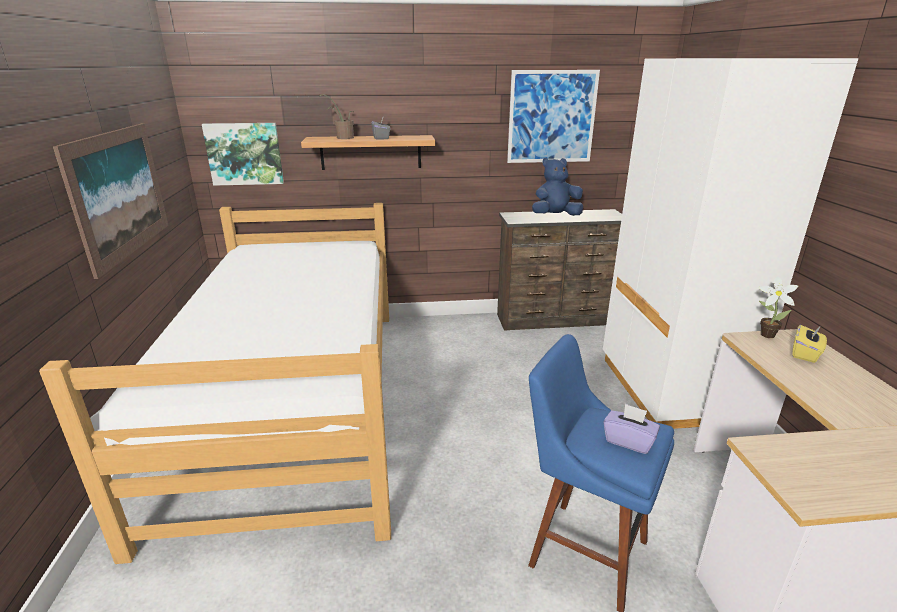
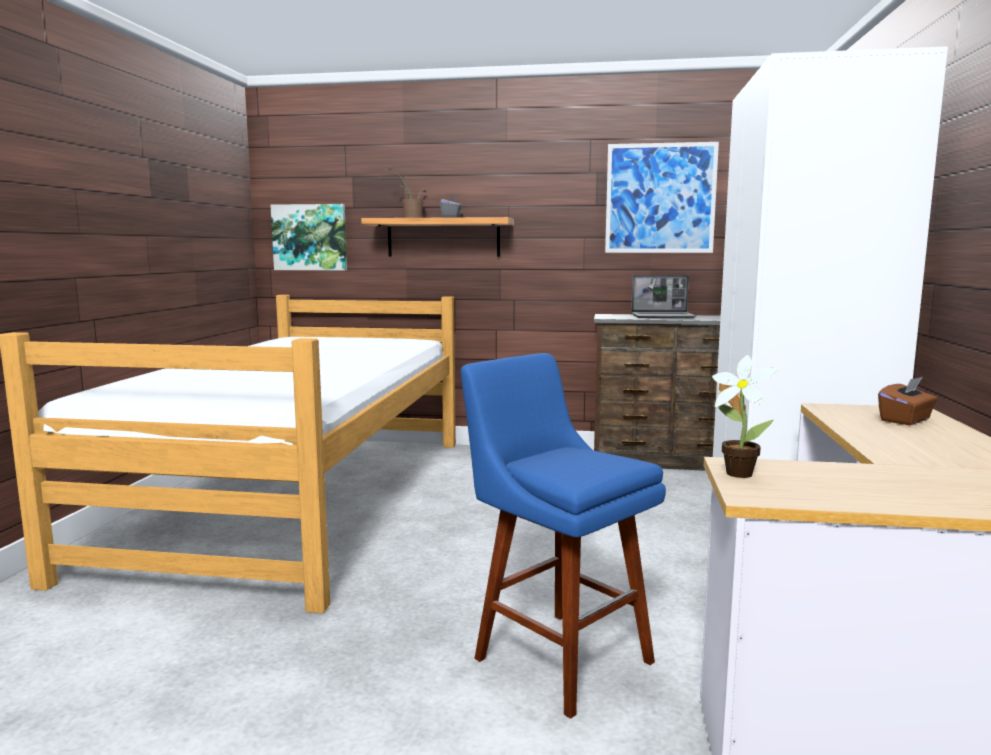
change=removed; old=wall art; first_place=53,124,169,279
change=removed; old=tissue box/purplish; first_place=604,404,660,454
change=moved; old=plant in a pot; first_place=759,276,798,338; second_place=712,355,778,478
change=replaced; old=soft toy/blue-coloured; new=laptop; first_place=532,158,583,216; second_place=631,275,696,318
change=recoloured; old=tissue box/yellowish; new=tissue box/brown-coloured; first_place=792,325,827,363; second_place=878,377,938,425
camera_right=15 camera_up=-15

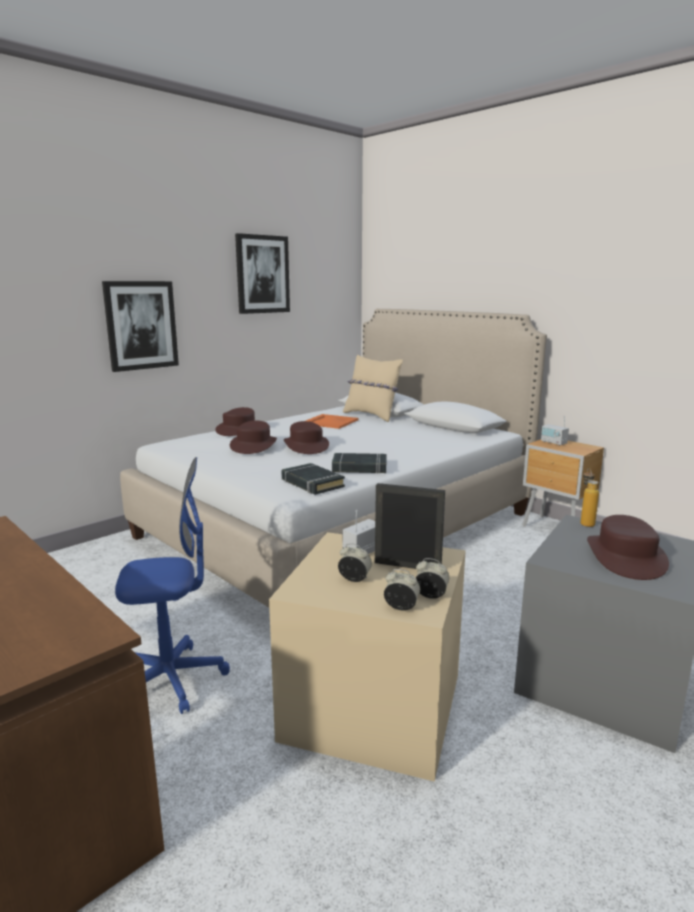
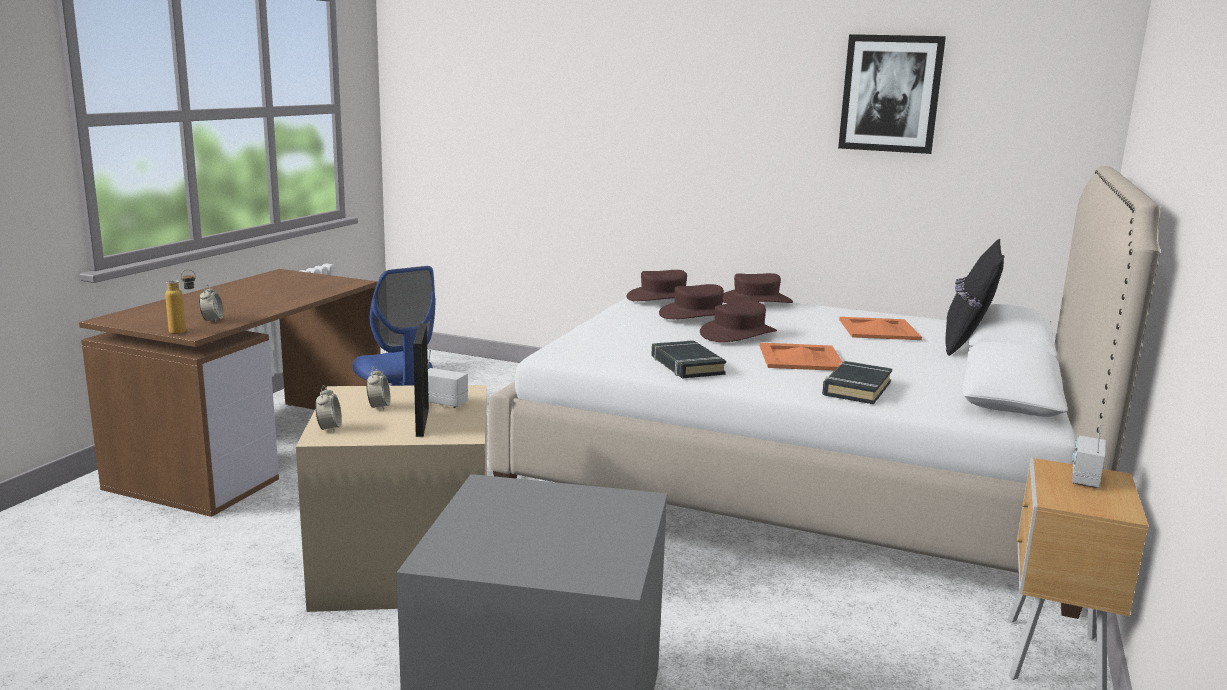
change=removed; old=wall art; first_place=102,281,179,372
change=added; new=serving tray/orange-coloured; second_place=760,343,843,371
change=moved; old=volume/blackish; first_place=281,463,345,495; second_place=822,361,892,404
change=moved; old=bedside clock; first_place=416,558,449,599; second_place=199,285,224,323
change=moved; old=drink bottle; first_place=581,468,599,527; second_place=165,269,196,334
change=moved; old=hat/brown-coloured; first_place=587,515,669,580; second_place=627,270,687,301
change=recoloured; old=throw pillow/sand-coloured; new=throw pillow/blackish; first_place=343,355,403,422; second_place=946,239,1004,356
camera_right=65 camera_up=0

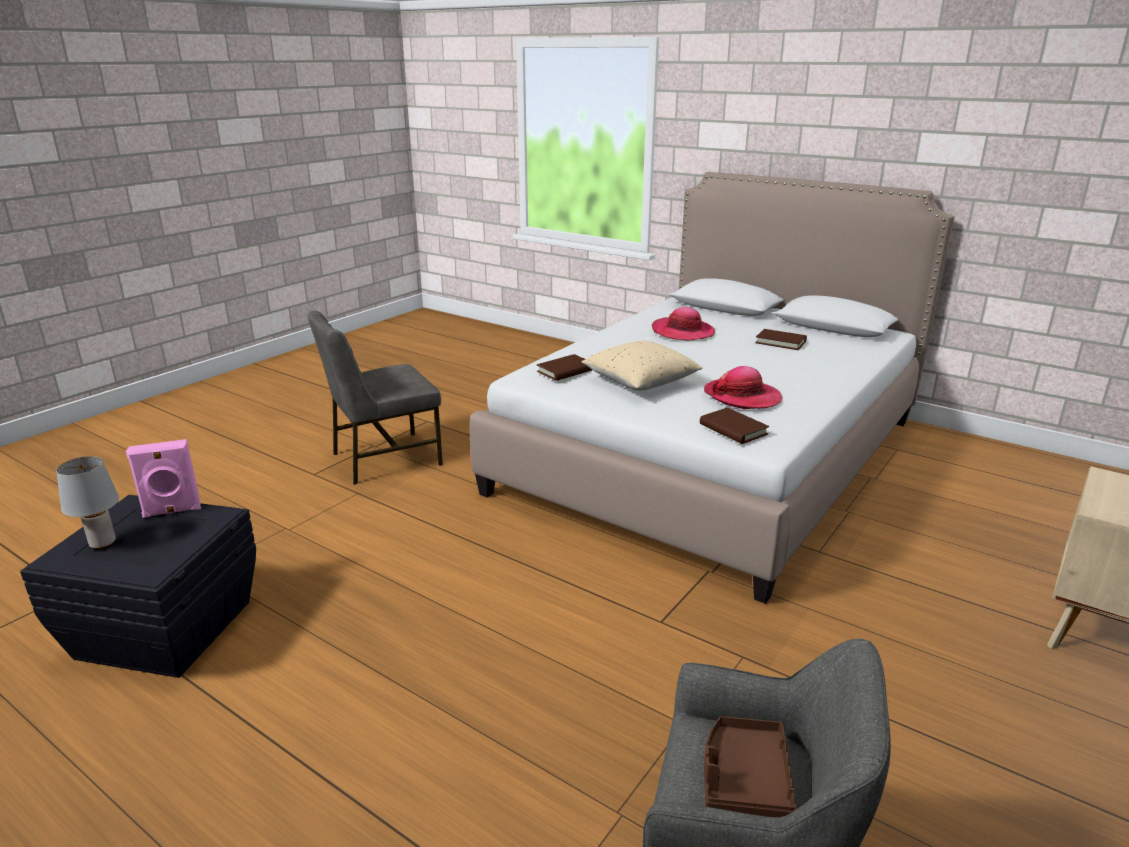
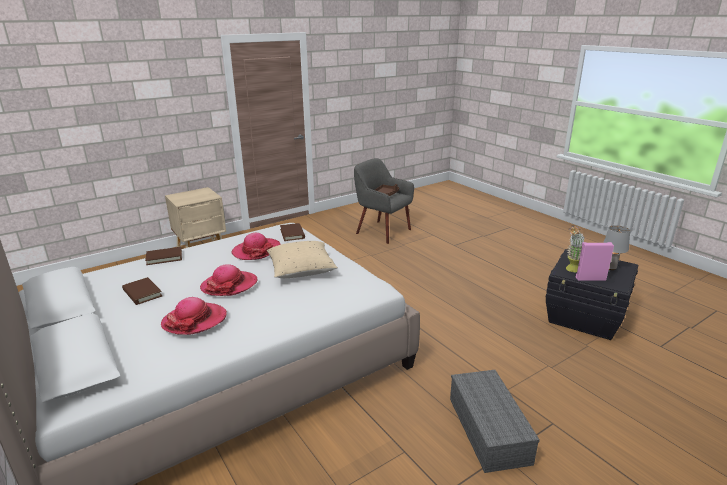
change=added; new=hat; second_place=200,264,257,296
change=added; new=plant in a pot; second_place=566,225,585,272
change=moved; old=volume/brown-coloured; first_place=537,354,592,381; second_place=145,247,182,265
change=replaced; old=chair/grey; new=storage container/grey; first_place=308,310,443,485; second_place=450,370,540,473
camera_right=-160 camera_up=0

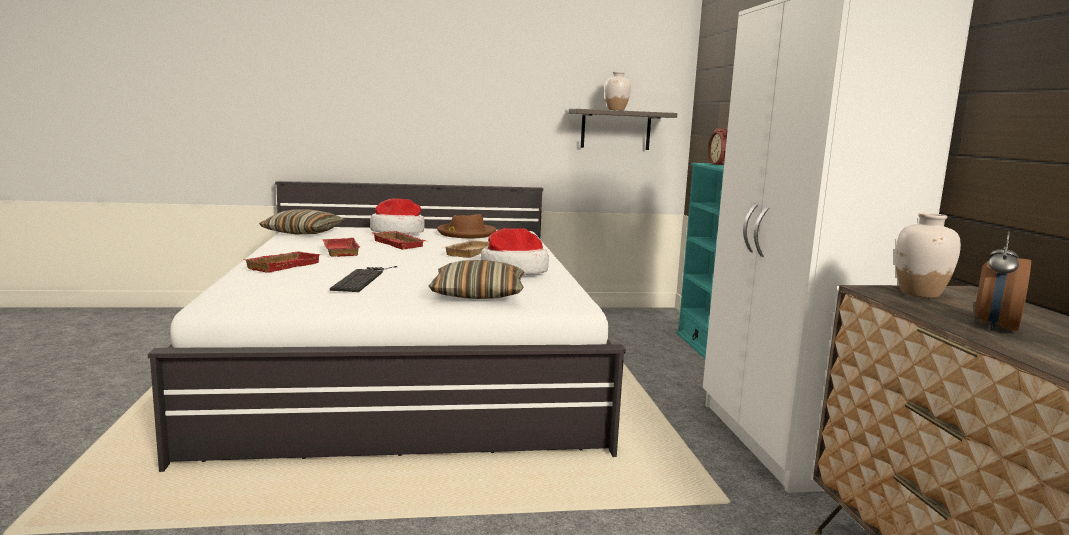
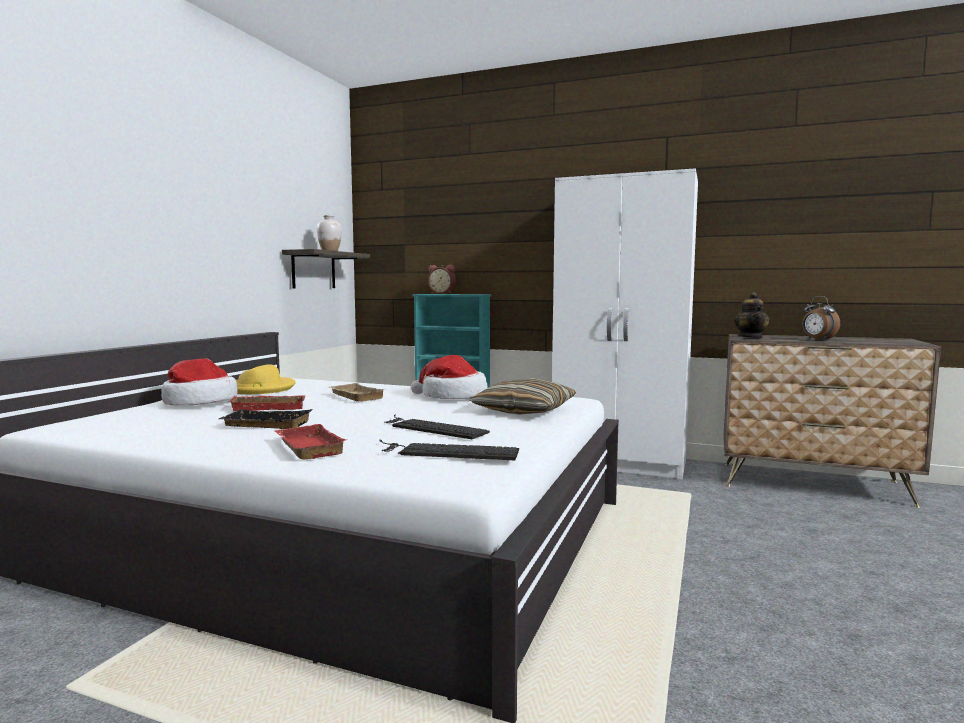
change=removed; old=throw pillow; first_place=259,209,346,235
change=added; new=PC keyboard; second_place=379,440,519,460
change=replaced; old=decorative vase/whitish; new=pot for tea; first_place=895,213,961,298; second_place=734,292,770,338
change=recoloured; old=serving tray/red-coloured; new=serving tray/blackish; first_place=322,238,360,257; second_place=219,409,313,429
change=recoloured; old=hat/brown-coloured; new=hat/yellowish; first_place=437,214,496,238; second_place=236,364,296,394
camera_right=-60 camera_up=-5

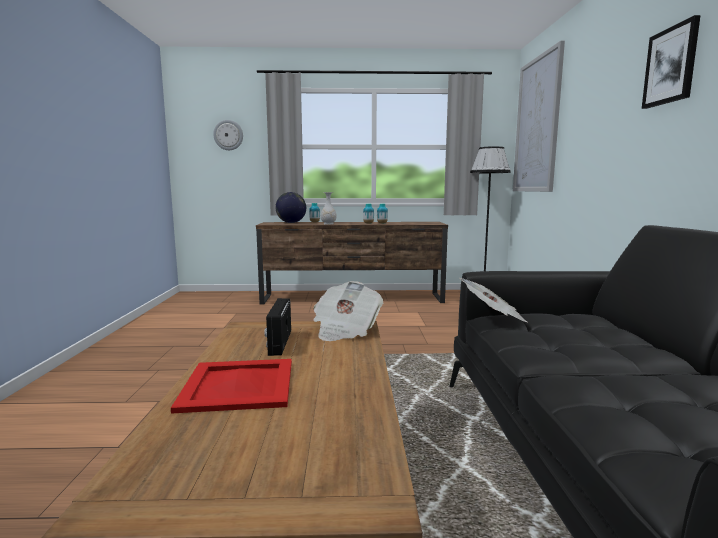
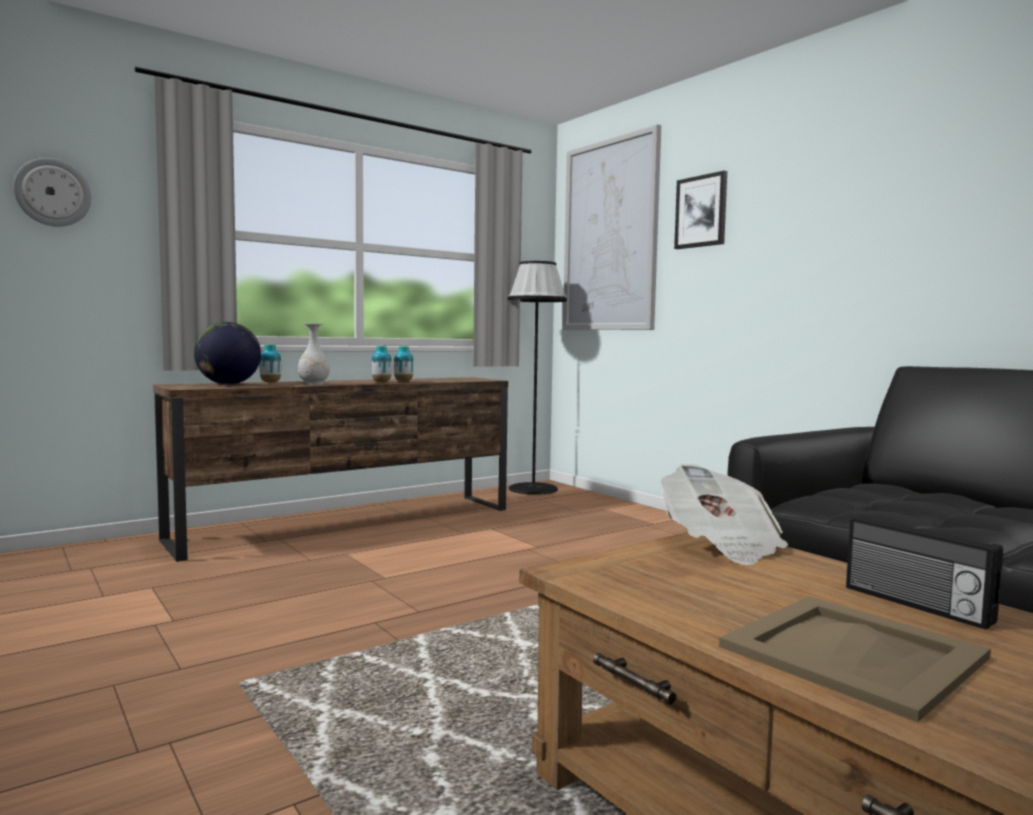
change=removed; old=newspaper; first_place=459,278,529,323
change=moved; old=radio set; first_place=265,298,291,356; second_place=846,516,1003,630
change=moved; old=wall art; first_place=642,15,701,109; second_place=674,171,727,249
change=recoloured; old=serving tray/red-coloured; new=serving tray/sand-coloured; first_place=171,359,292,414; second_place=719,596,991,722
camera_right=-35 camera_up=-5

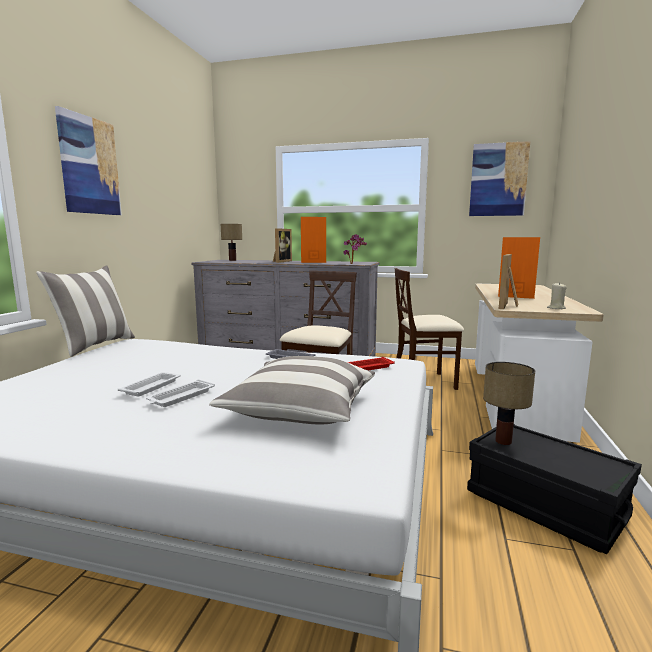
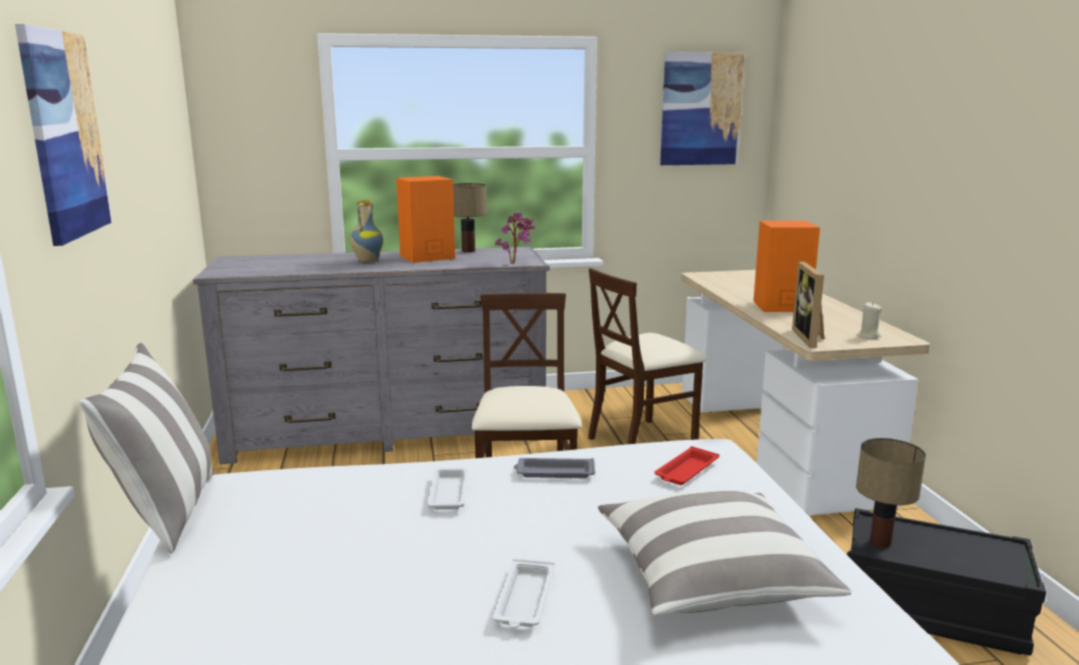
change=moved; old=serving tray/whitish; first_place=118,372,181,396; second_place=427,467,468,510
change=moved; old=table lamp; first_place=221,224,242,261; second_place=453,183,487,253
change=replaced; old=photo frame; new=decorative vase; first_place=273,228,292,263; second_place=350,200,383,262
camera_right=-25 camera_up=5

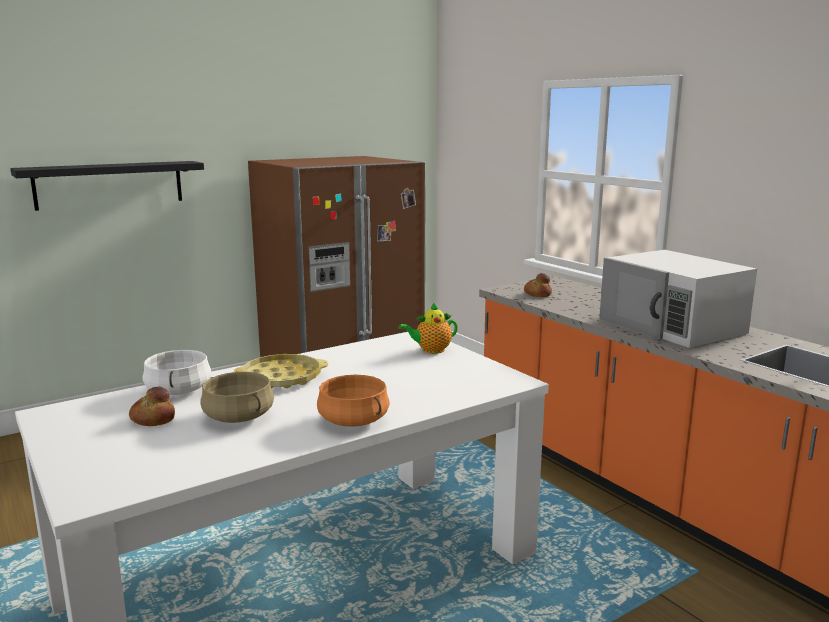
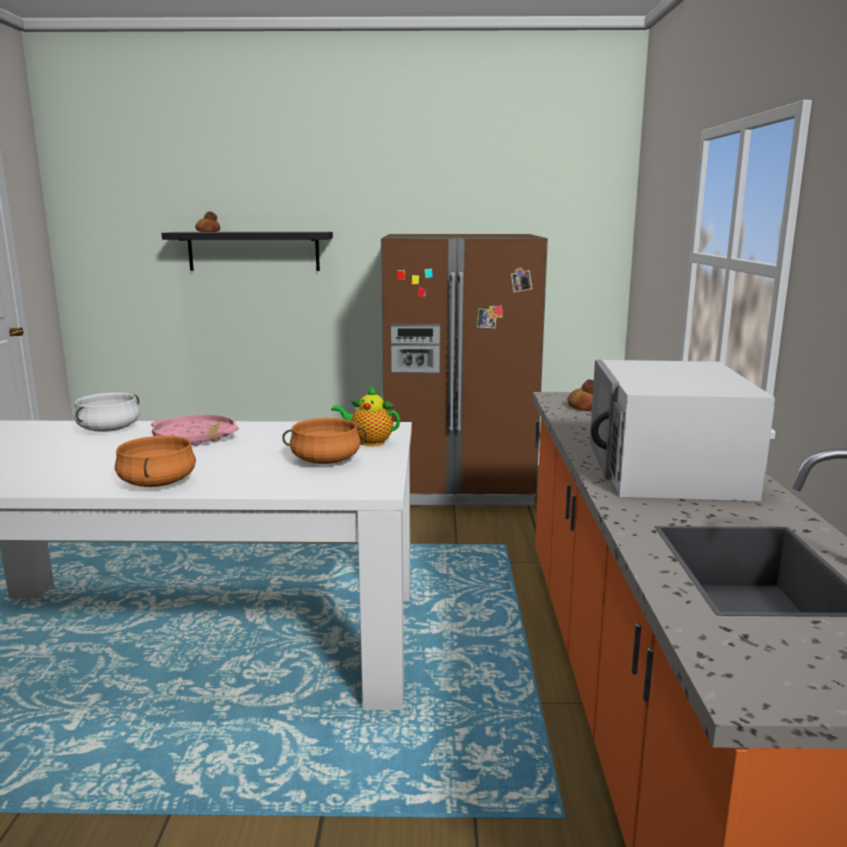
change=removed; old=saucepot/sand-coloured; first_place=200,372,274,423
change=added; new=saucepot/orange-coloured; second_place=282,418,367,464
change=moved; old=bread; first_place=129,387,175,426; second_place=195,211,220,232
change=recoloured; old=serving tray/yellowish; new=serving tray/pink-coloured; first_place=234,354,328,388; second_place=151,415,239,446
camera_right=35 camera_up=0

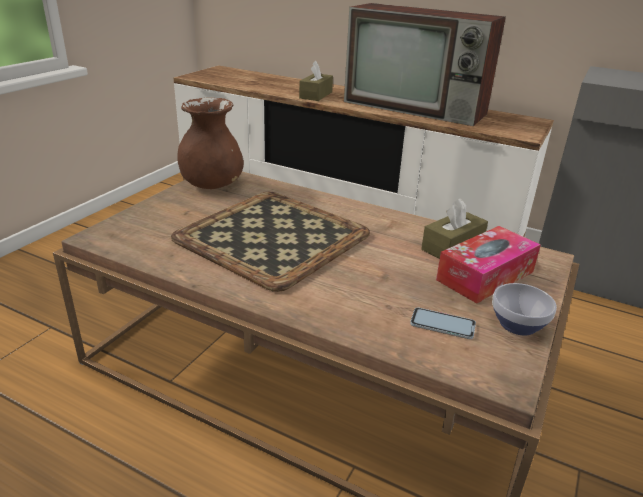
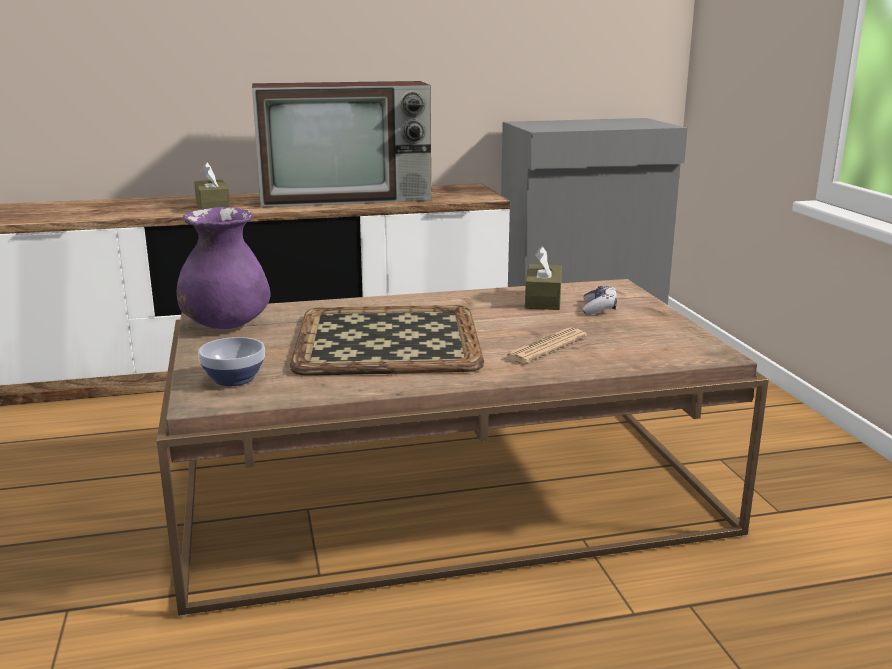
change=removed; old=handset; first_place=410,307,476,339
change=added; new=newspaper; second_place=502,327,587,364
change=moved; old=serving bowl; first_place=492,283,557,336; second_place=198,337,265,386
change=replaced; old=tissue box; new=joypad; first_place=436,226,541,304; second_place=583,286,617,315
change=recoloured; old=decorative vase/brown-coloured; new=decorative vase/purplish; first_place=177,98,244,189; second_place=177,207,271,329
camera_right=-40 camera_up=-10

